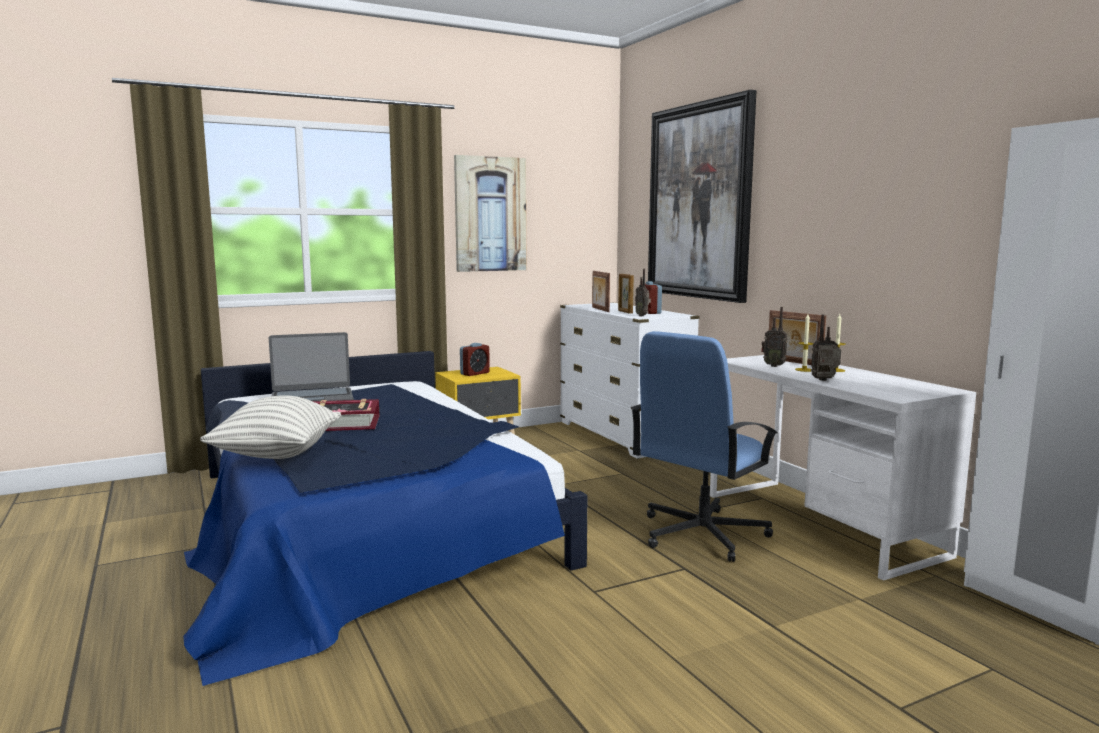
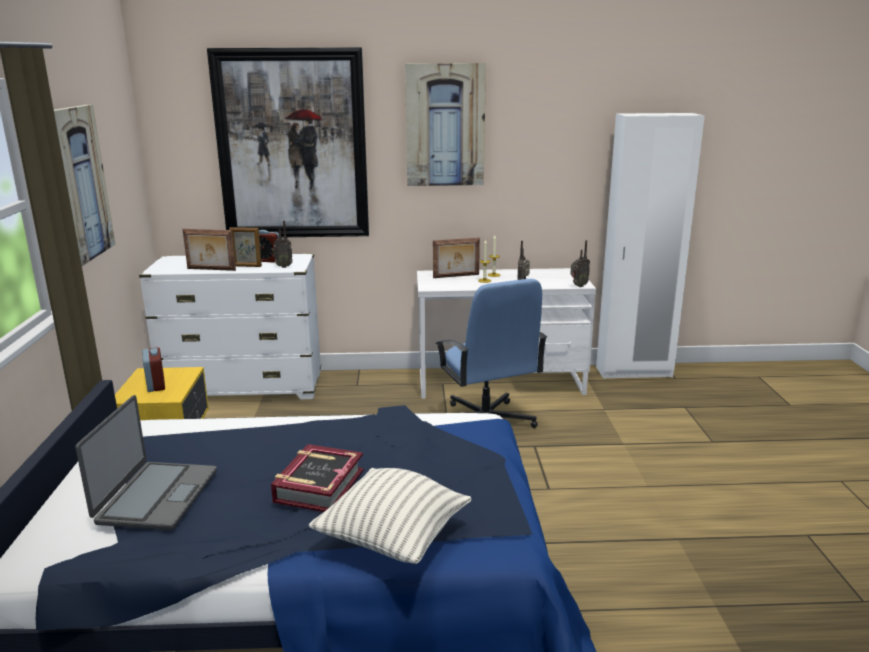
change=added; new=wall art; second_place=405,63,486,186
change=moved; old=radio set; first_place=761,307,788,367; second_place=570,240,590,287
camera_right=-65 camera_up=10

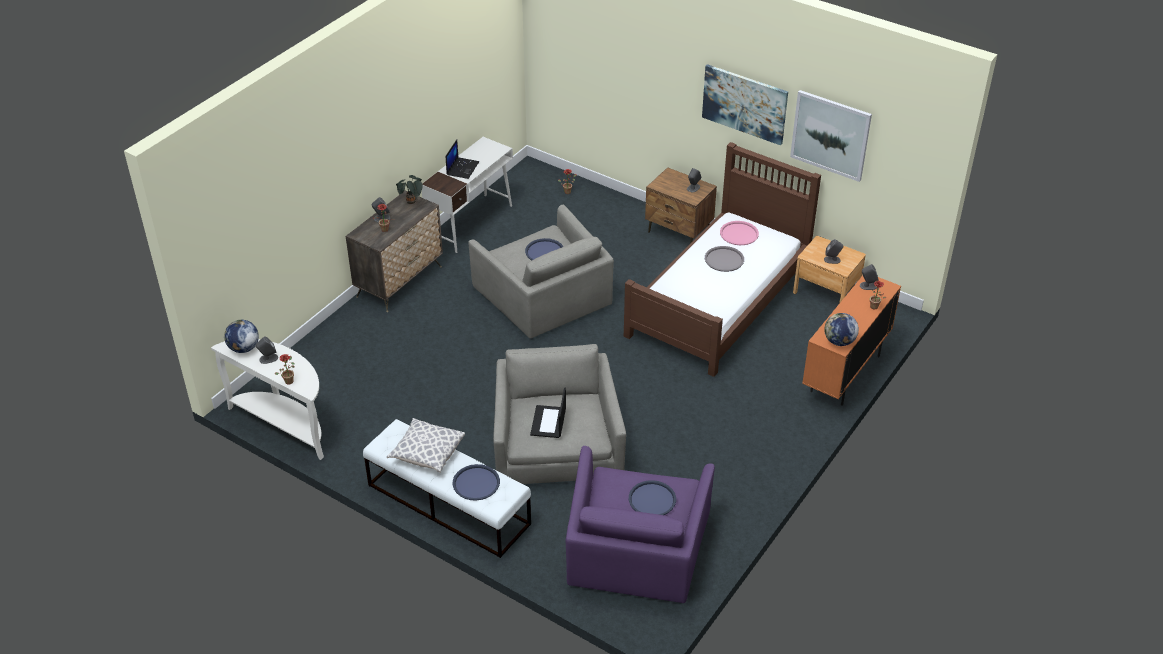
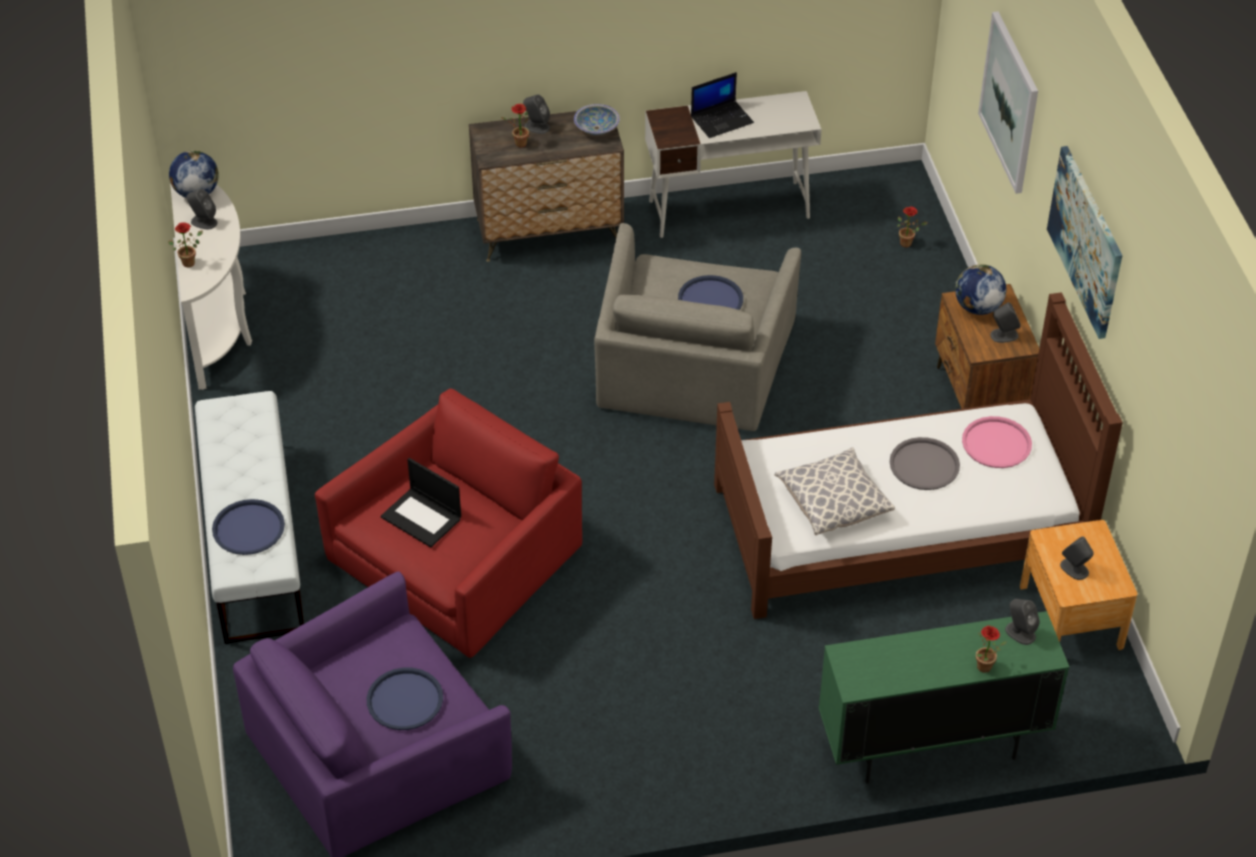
change=moved; old=throw pillow; first_place=387,418,465,473; second_place=775,447,895,536
change=moved; old=wall art; first_place=790,90,872,182; second_place=978,11,1038,194
change=moved; old=globe; first_place=824,313,859,346; second_place=955,264,1006,315
change=replaced; old=plant in a pot; new=serving bowl; first_place=396,175,423,204; second_place=574,104,620,135
change=recoloured; old=lounge chair/grey; new=lounge chair/red-coloured; first_place=493,344,626,484; second_place=315,389,582,658
change=recoloured; old=cabinet/orange-coloured; new=cabinet/green-coloured; first_place=802,276,901,406; second_place=819,611,1070,784
change=turned; old=laptop; first_place=530,388,566,438; second_place=381,458,461,547; degrees=-105
camera_right=45 camera_up=5

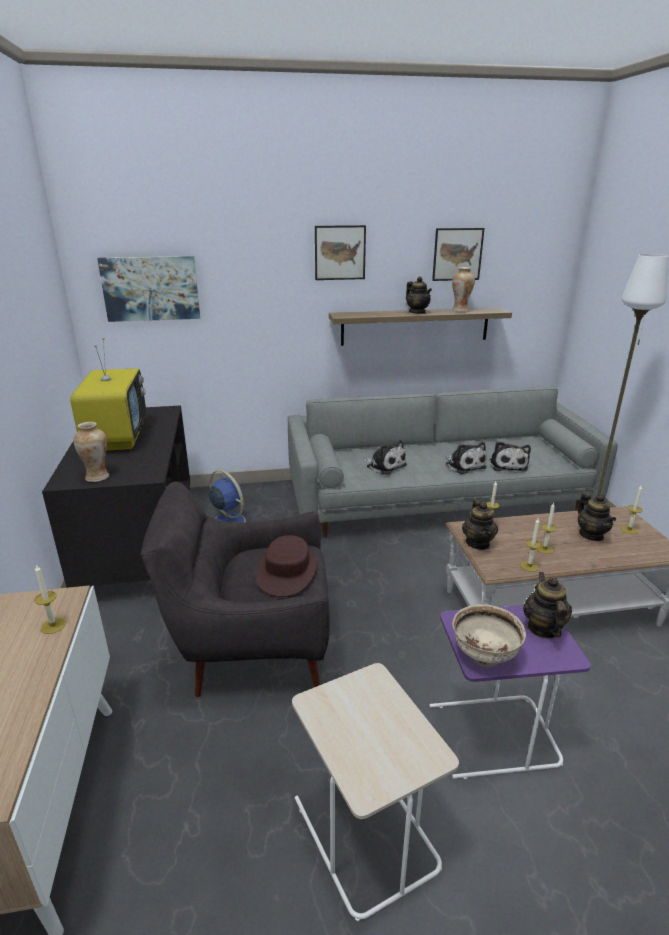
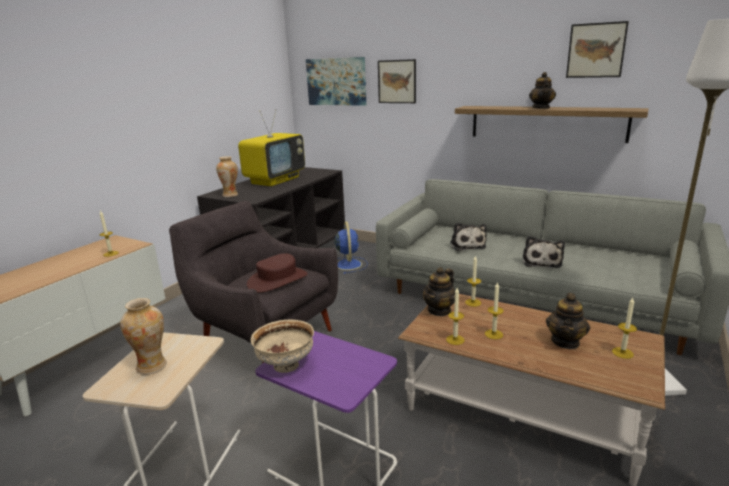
change=removed; old=soft toy; first_place=490,441,531,472
change=removed; old=pot for tea; first_place=523,572,572,639
change=moved; old=wall art; first_place=315,225,366,280; second_place=378,59,416,103
change=moved; old=decorative vase; first_place=452,267,475,312; second_place=120,298,167,375
camera_right=40 camera_up=-5

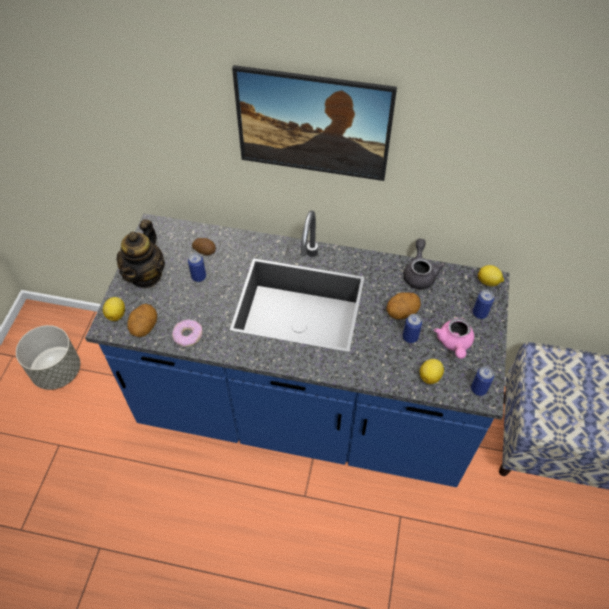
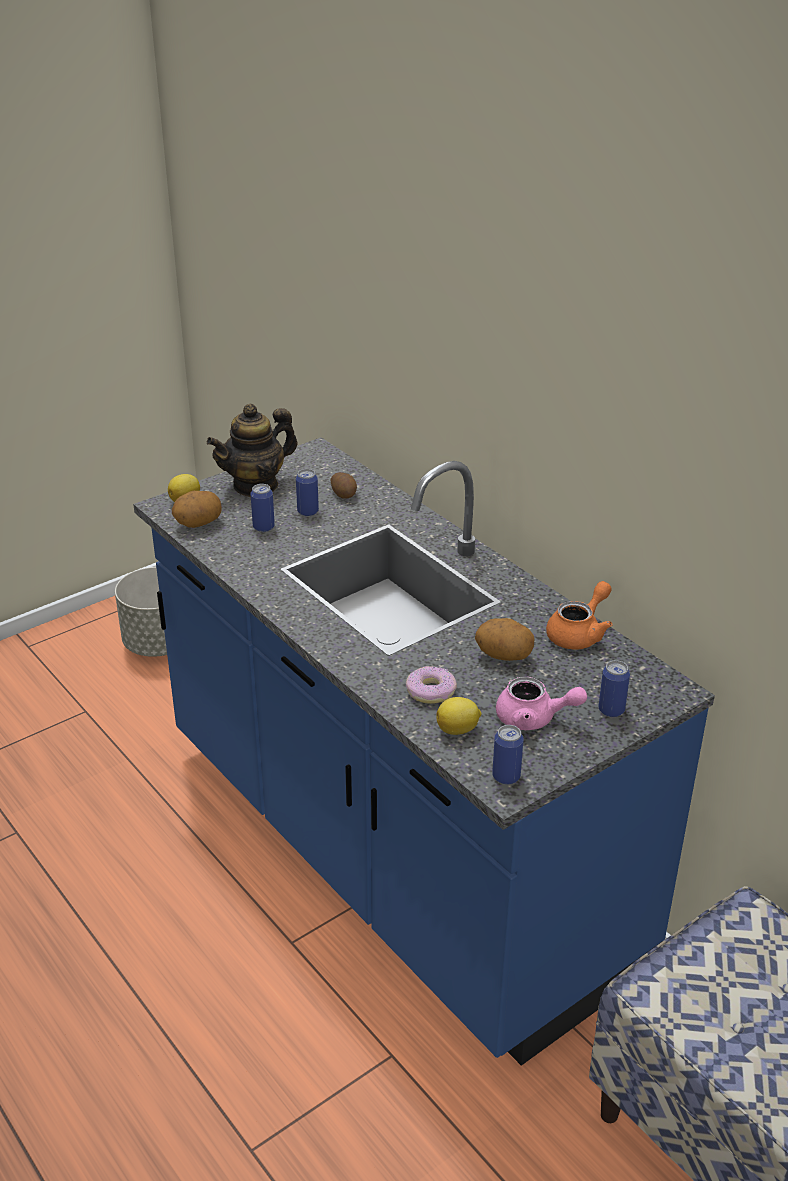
change=removed; old=wall art; first_place=232,65,397,181
change=removed; old=whole lemon; first_place=478,265,504,286
change=moved; old=donut; first_place=172,319,202,347; second_place=406,666,457,704
change=moved; old=sealed can; first_place=403,314,422,343; second_place=251,484,275,532
change=recoloured; old=pot for tea/grey; new=pot for tea/orange-coloured; first_place=403,239,445,289; second_place=546,581,613,650
change=turned; old=pot for tea/pink-coloured; first_place=434,318,474,359; second_place=496,676,587,730; degrees=-120
camera_right=40 camera_up=-20

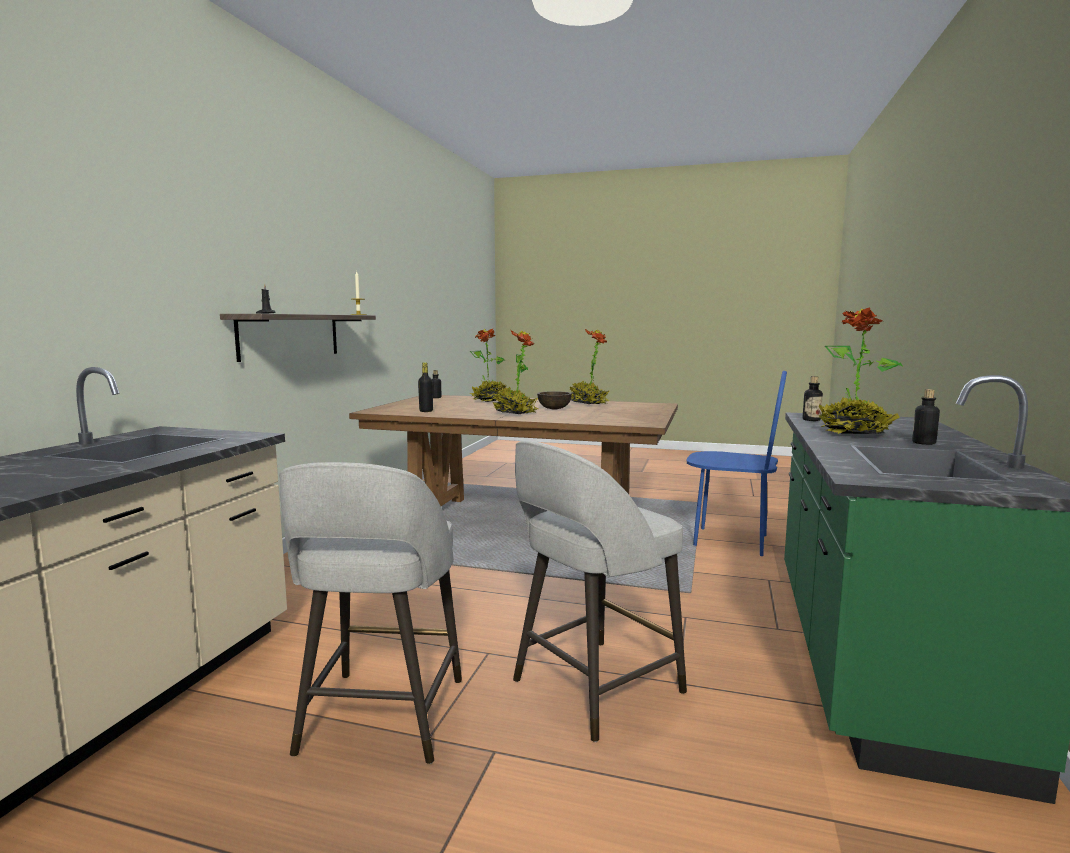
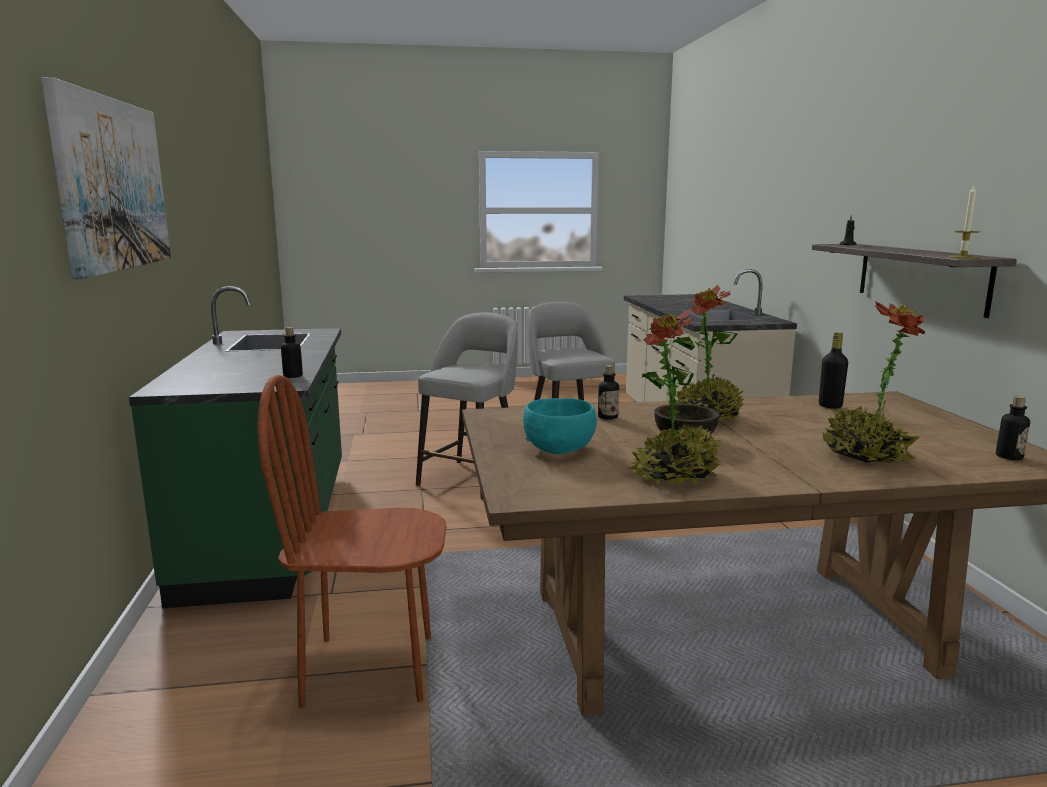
change=removed; old=plant in a pot; first_place=818,307,903,434
change=added; new=wall art; second_place=41,77,171,279
change=added; new=serving bowl/turquoise; second_place=523,398,597,454
change=moved; old=drink bottle; first_place=912,389,940,445; second_place=598,365,619,420
change=recoloured; old=chair/blue-coloured; new=chair/brown-coloured; first_place=686,371,787,556; second_place=258,375,446,708
camera_right=155 camera_up=5

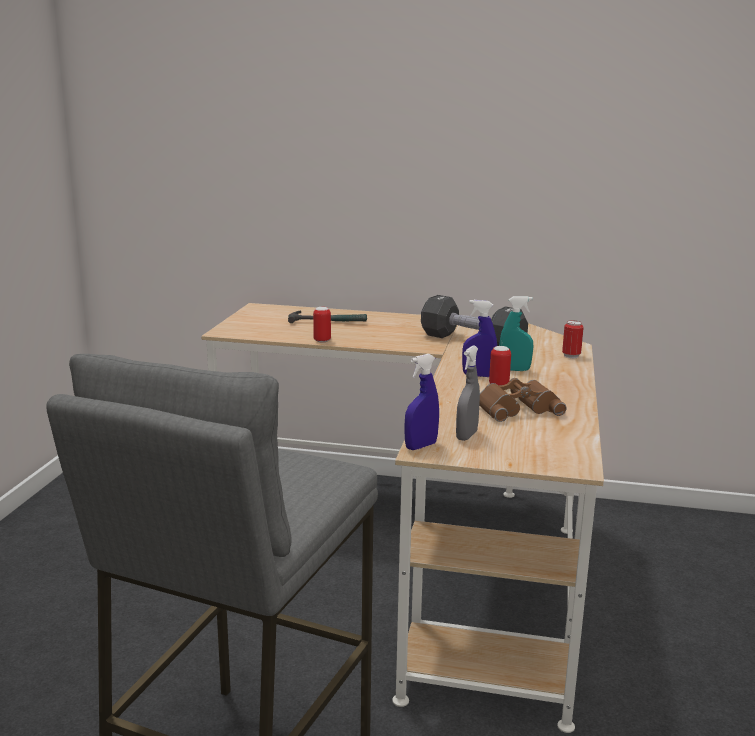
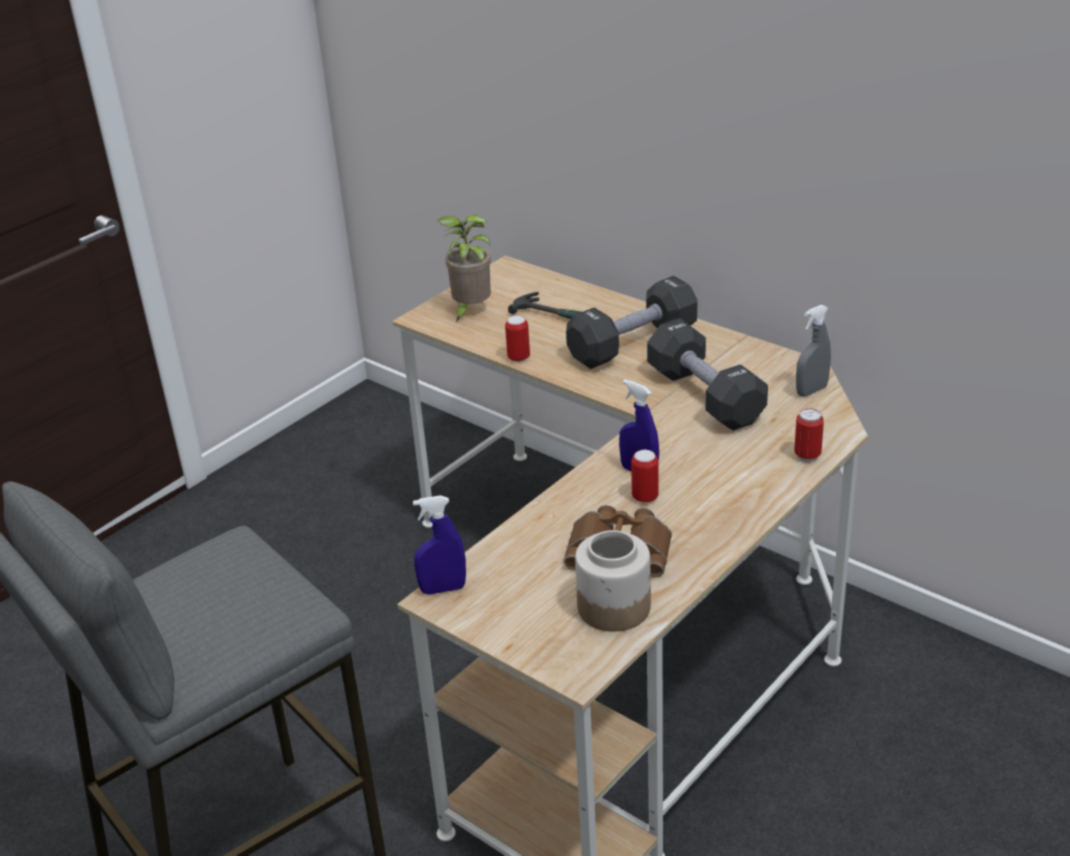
change=removed; old=sprayer/turquoise; first_place=499,296,533,371
change=added; new=plant in a pot; second_place=437,215,491,322
change=added; new=dumbbell/blackish; second_place=566,276,697,369
change=added; new=preserve jar; second_place=575,530,651,632
change=moved; old=sprayer/grey; first_place=456,346,480,441; second_place=796,305,831,397
camera_right=30 camera_up=15

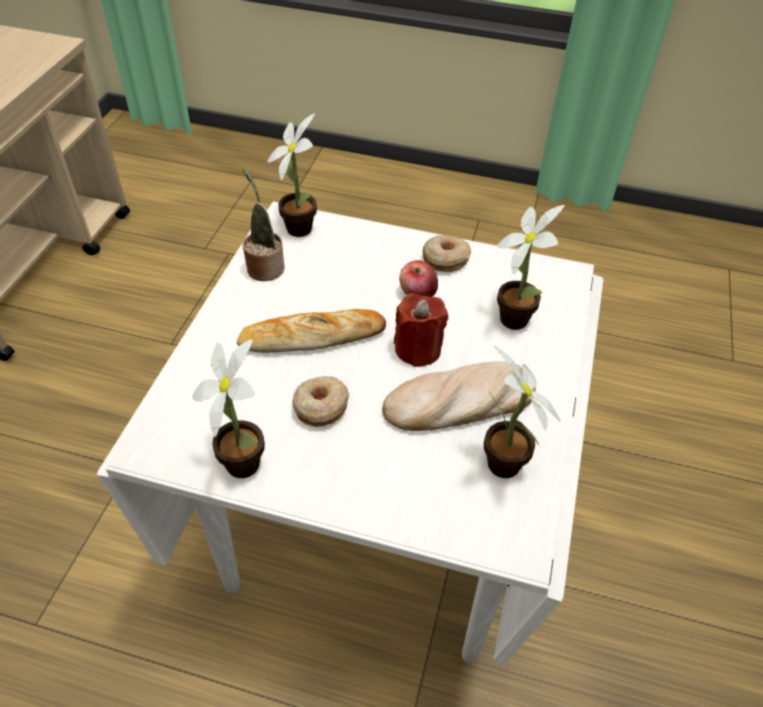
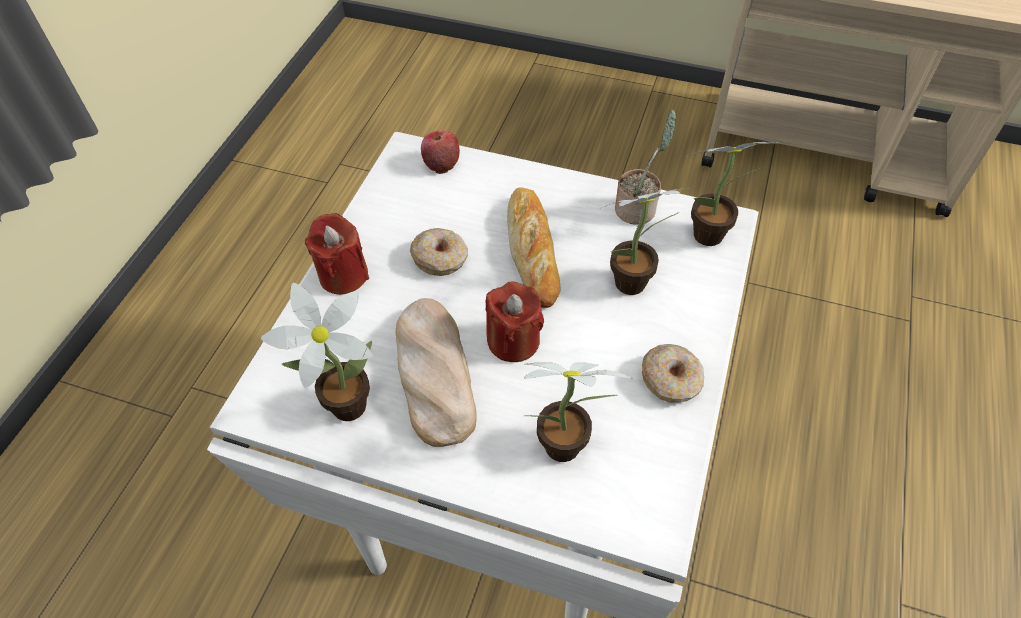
change=added; new=candle/red-coloured; second_place=305,213,369,295
change=moved; old=plant in a pot; first_place=192,339,265,478; second_place=599,188,692,295
change=moved; old=whole apple; first_place=399,260,438,297; second_place=421,130,460,174
camera_right=95 camera_up=5

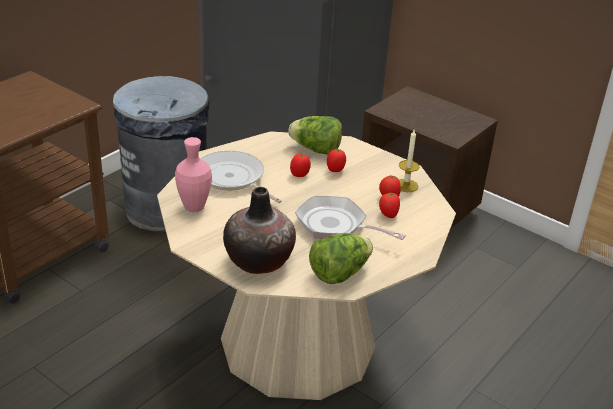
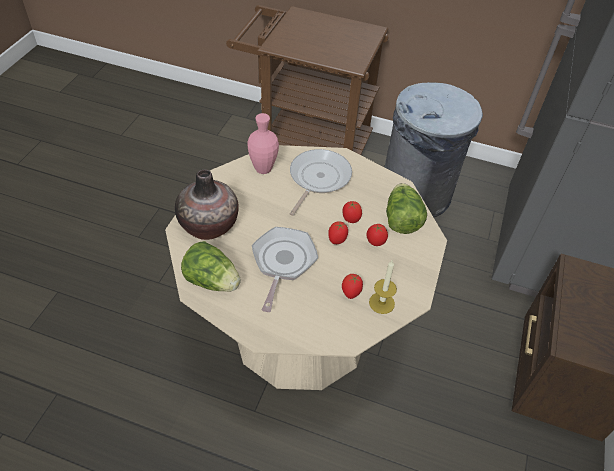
change=moved; old=whole tomato; first_place=379,192,400,218; second_place=328,221,348,244
camera_right=70 camera_up=15

